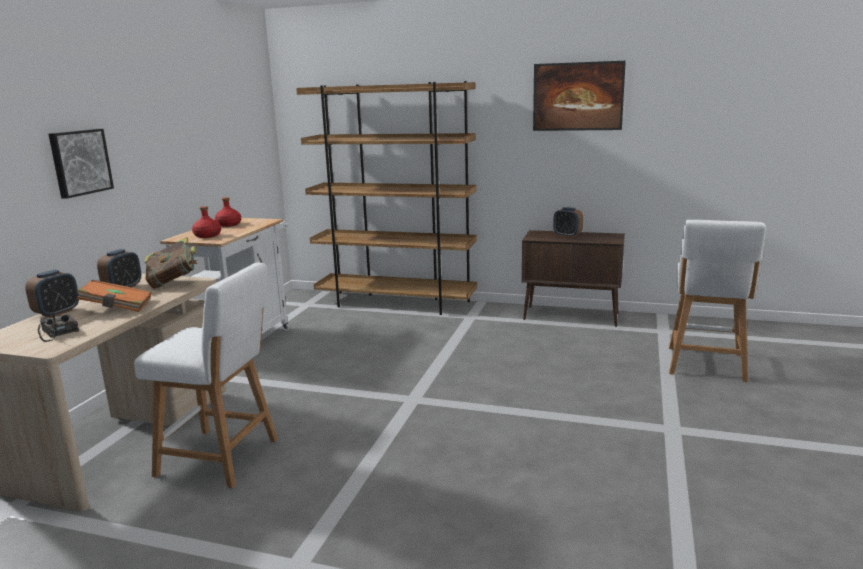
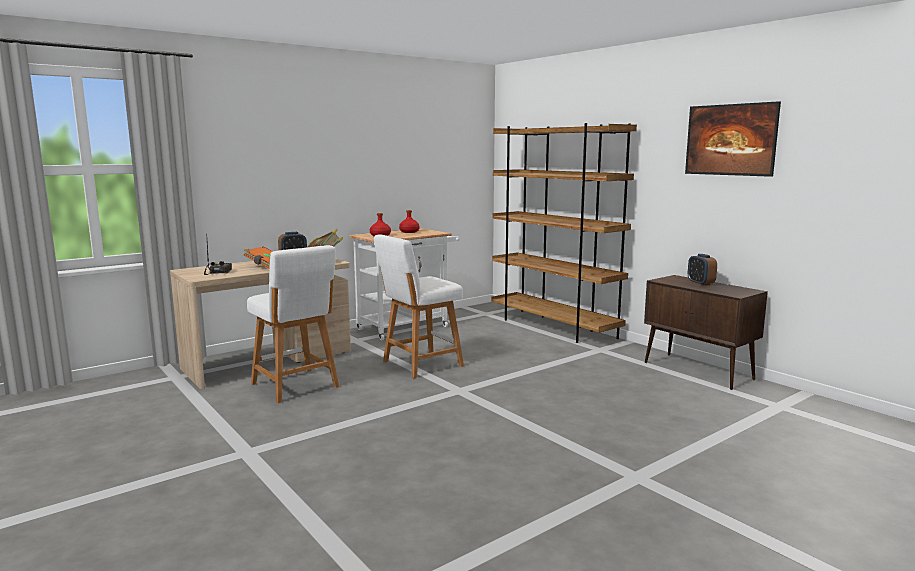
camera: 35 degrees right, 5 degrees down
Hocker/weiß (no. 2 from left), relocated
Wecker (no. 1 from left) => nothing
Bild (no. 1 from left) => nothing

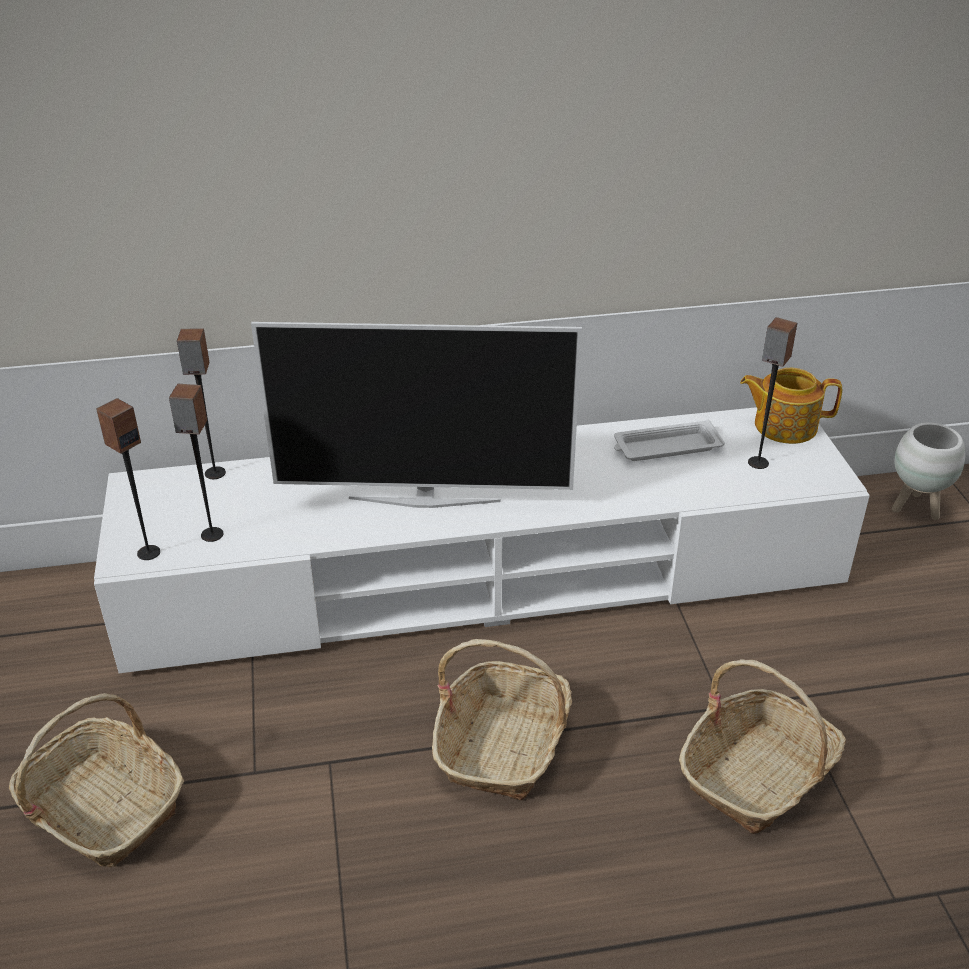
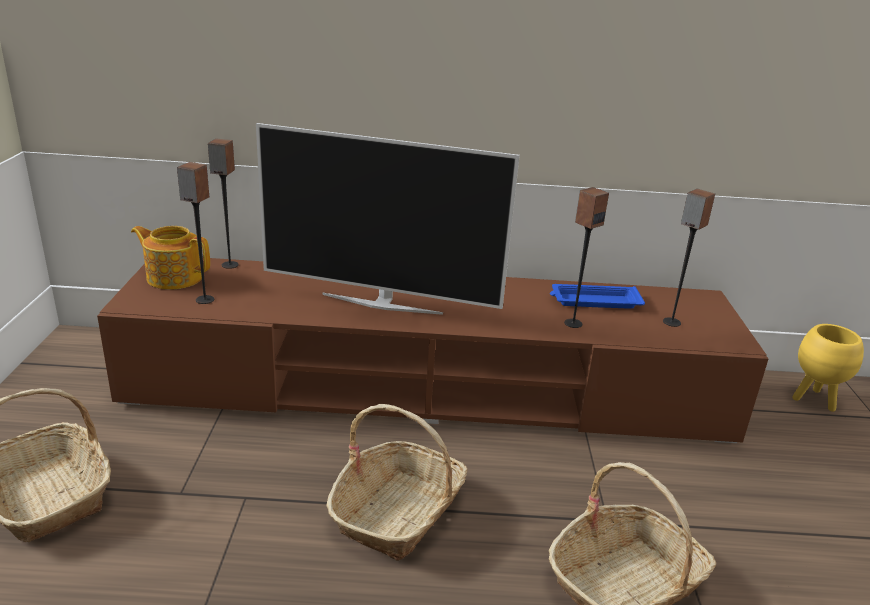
camera: 10 degrees right, 10 degrees down
Fernsehschrank/weiß => Fernsehschrank/braun
Teekanne, relocated
Tablett/weiß => Tablett/blau
Lautsprecher (no. 1 from left in the first image) => Lautsprecher (no. 3 from left), relocated
Pflanzkübel/weiß => Pflanzkübel/gelb

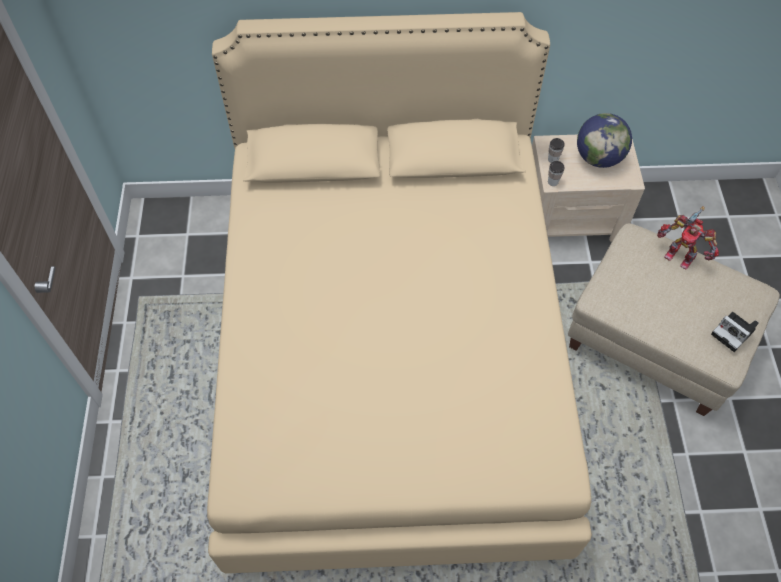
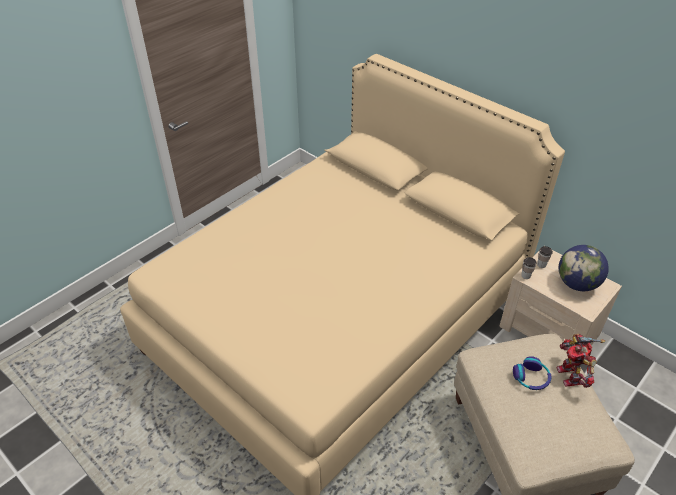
camera: 45 degrees right, 15 degrees down
nothing => Kopfhörer
Kamera => nothing

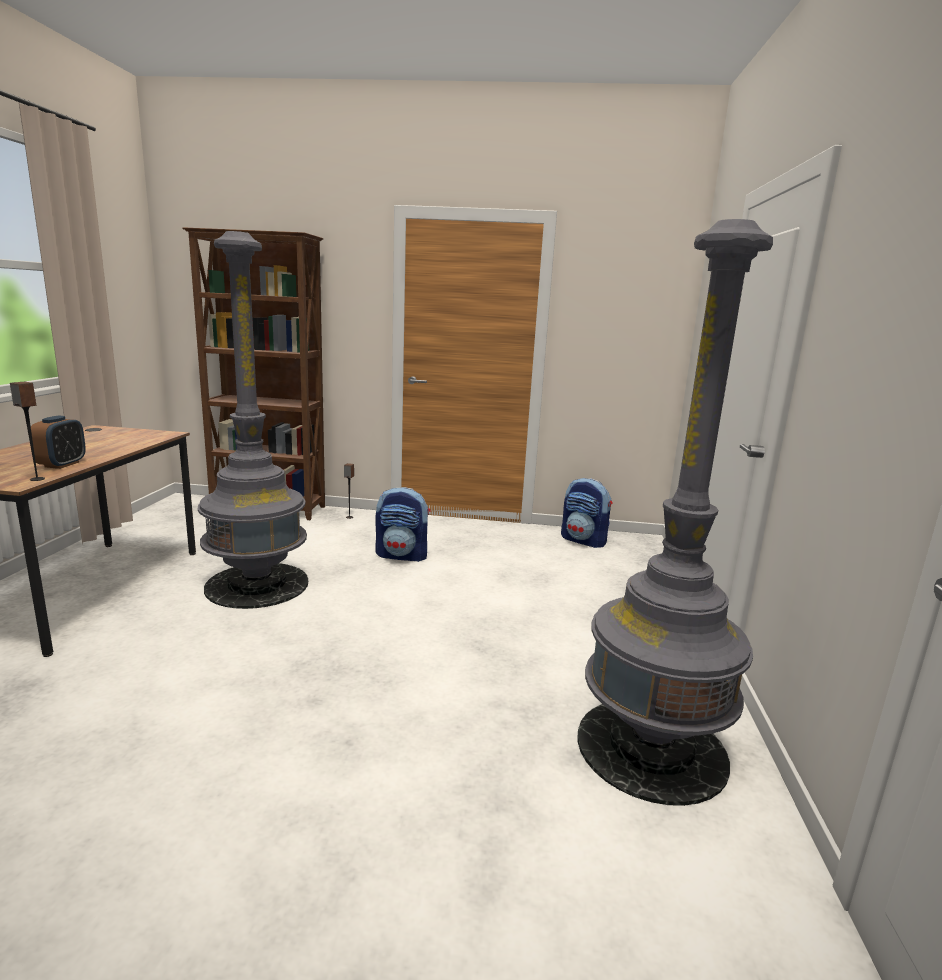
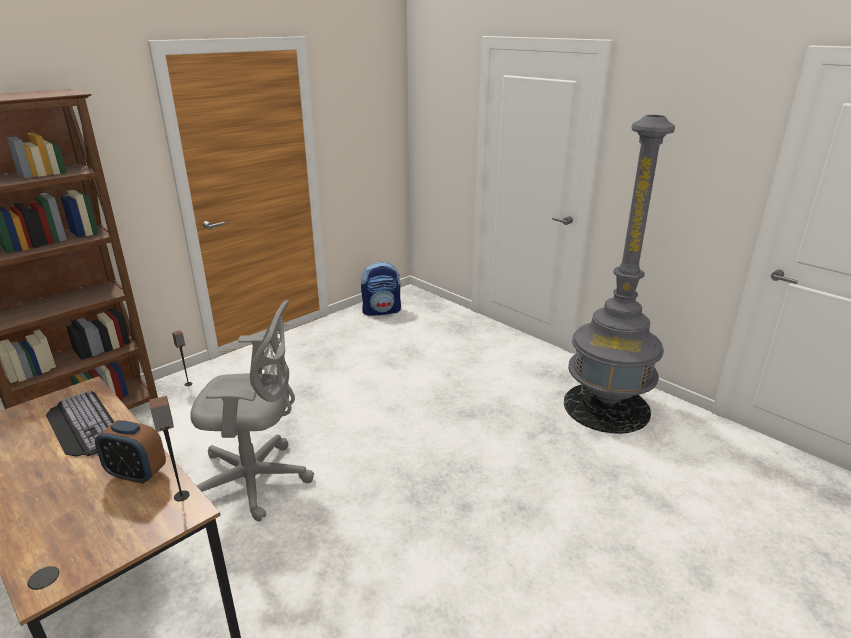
camera: 50 degrees left, 10 degrees up
nothing => Tastatur
Wecker, 150 degrees clockwise
Stehlampe/grau (no. 1 from left) => Bürostuhl/grau
Rucksack (no. 1 from left) => nothing

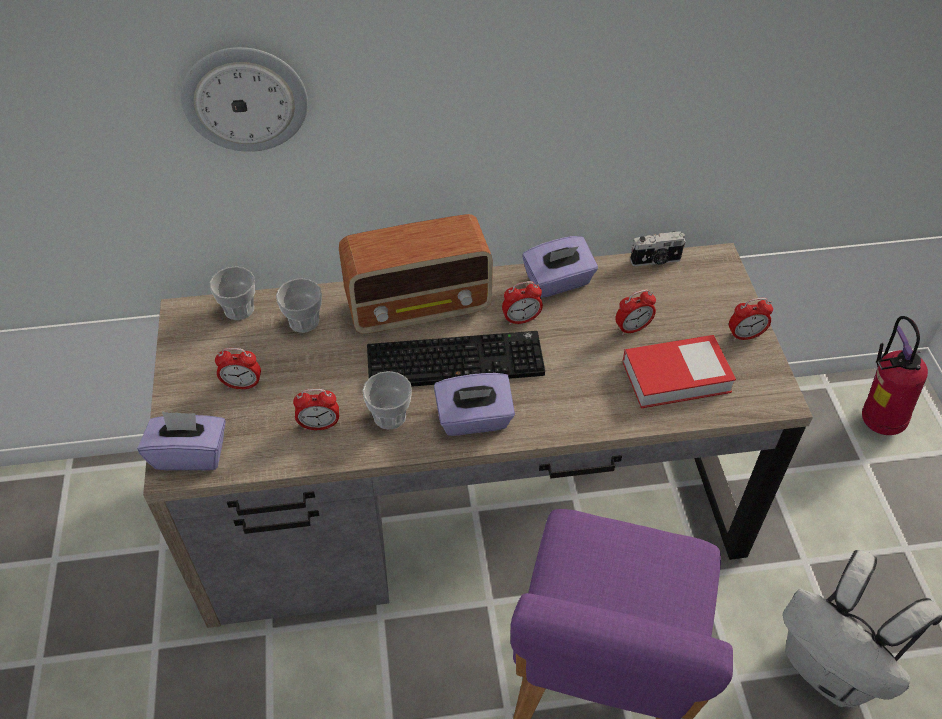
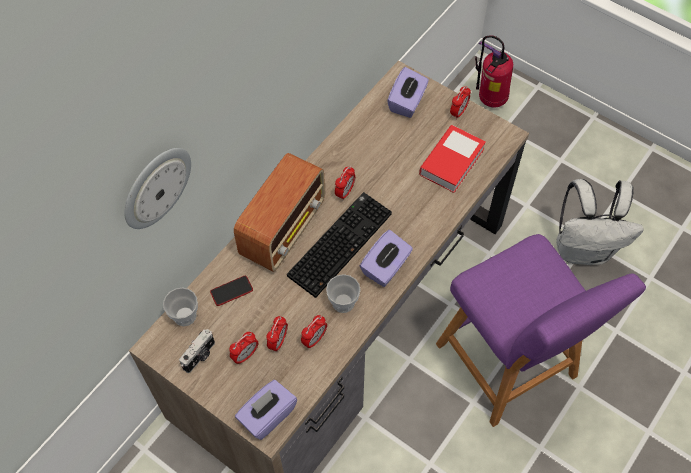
camera: 45 degrees left, 10 degrees up
Kamera, relocated
Tasse (no. 2 from left) => Handy
Wecker (no. 4 from left in the first image) => Wecker (no. 2 from left), relocated
Taschentuchbox/lila (no. 3 from left), relocated

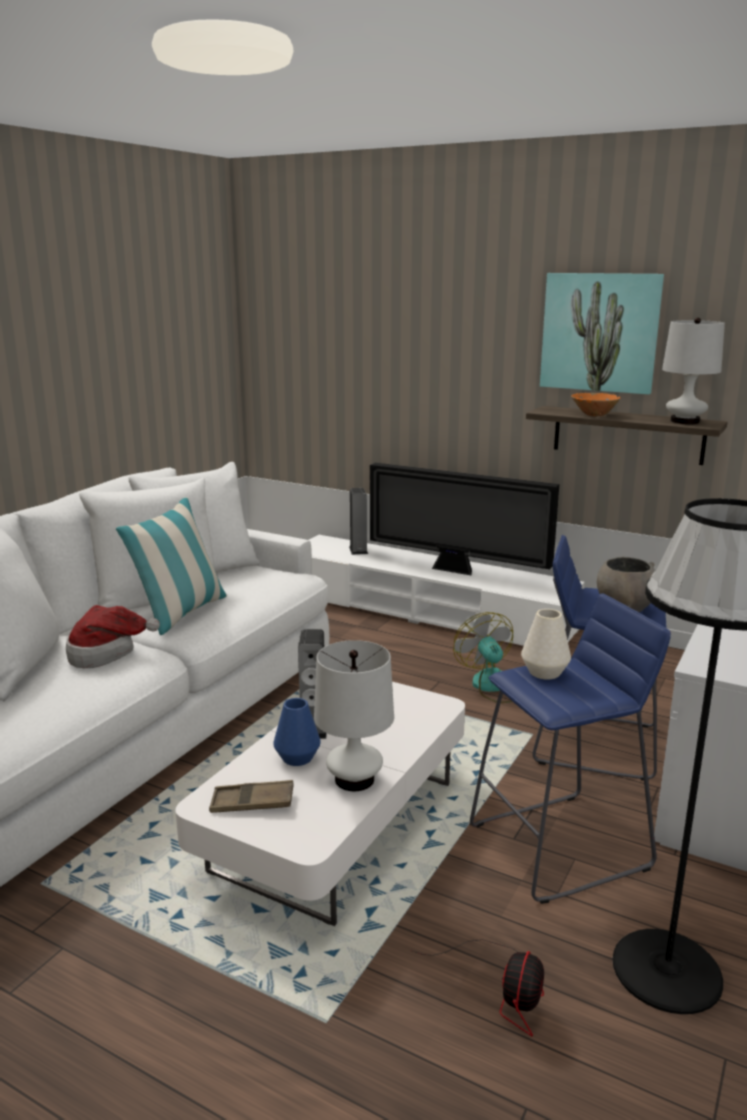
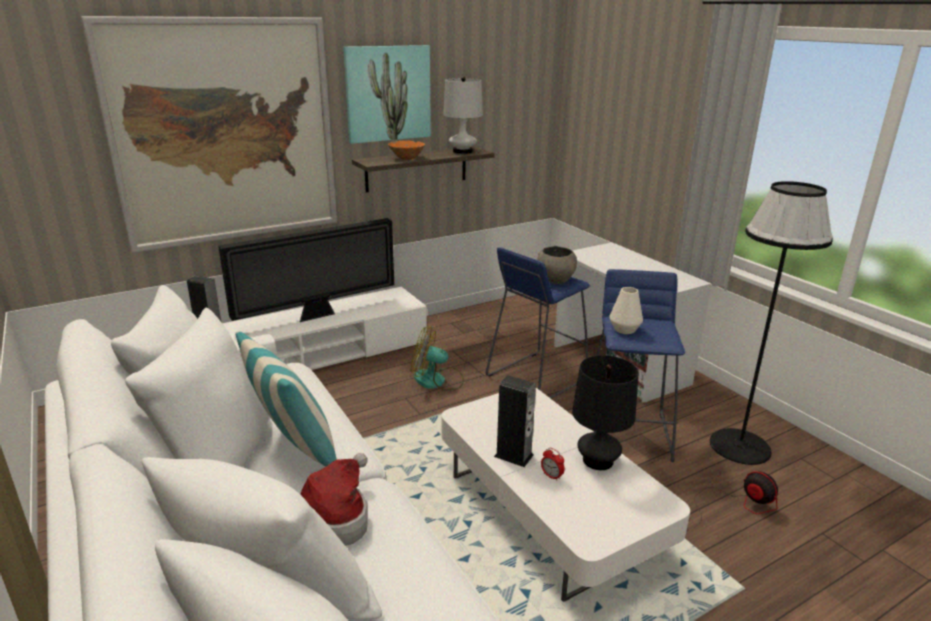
camera: 60 degrees left, 5 degrees up
nothing => Bild (no. 1 from left)
Vase/blau => Wecker
Tischlampe/weiß (no. 1 from left) => Tischlampe/schwarz
Tablett/braun => nothing

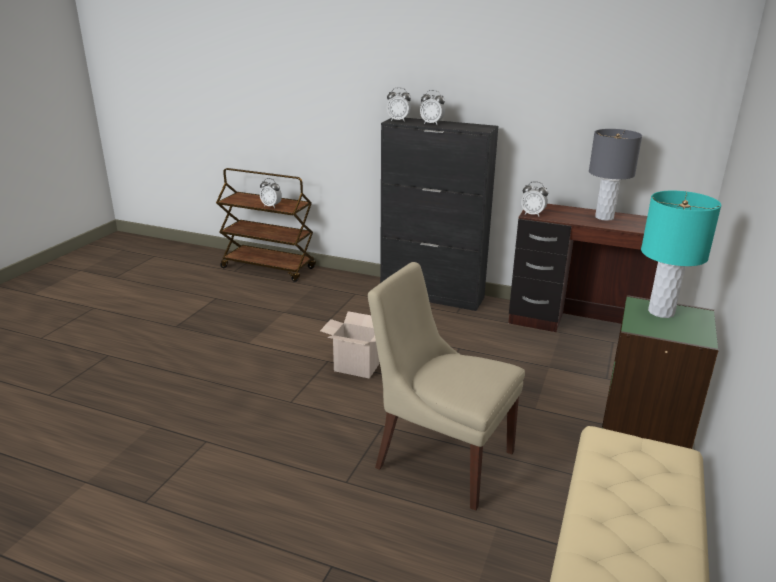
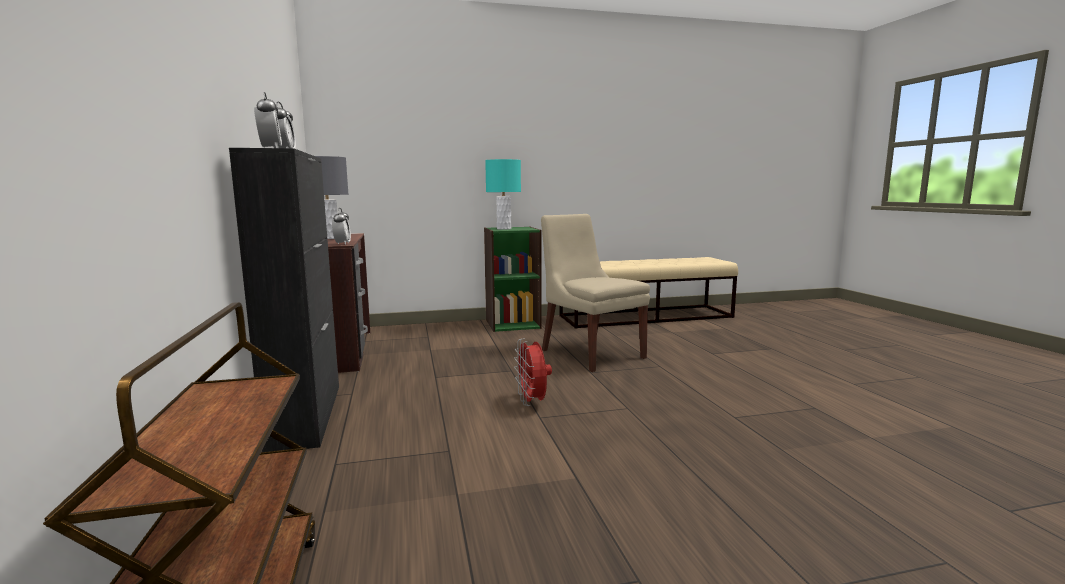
camera: 125 degrees left, 15 degrees down
Karton => Ventilator/rot
Stuhl/beige, 150 degrees clockwise
Wecker (no. 1 from left) => nothing

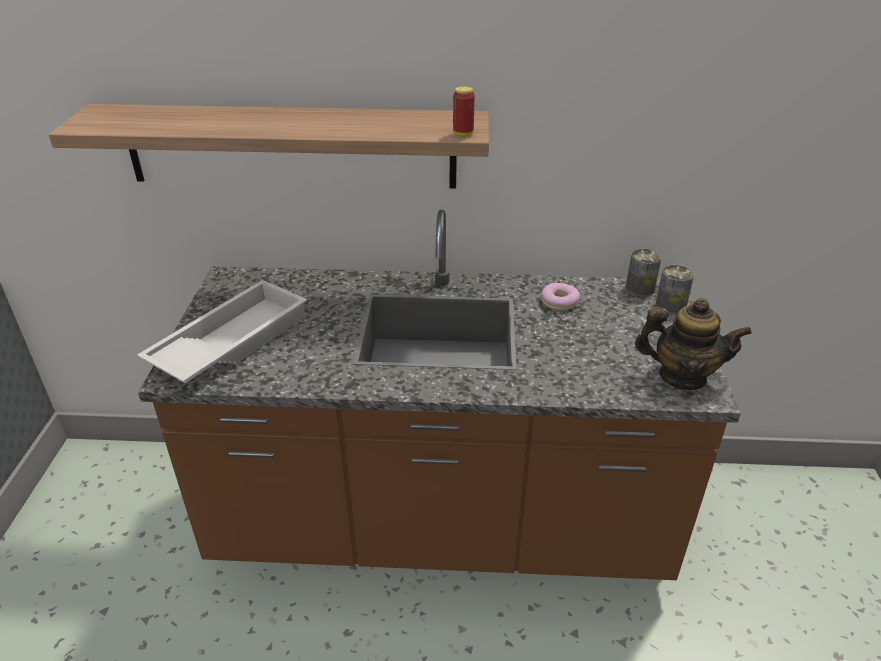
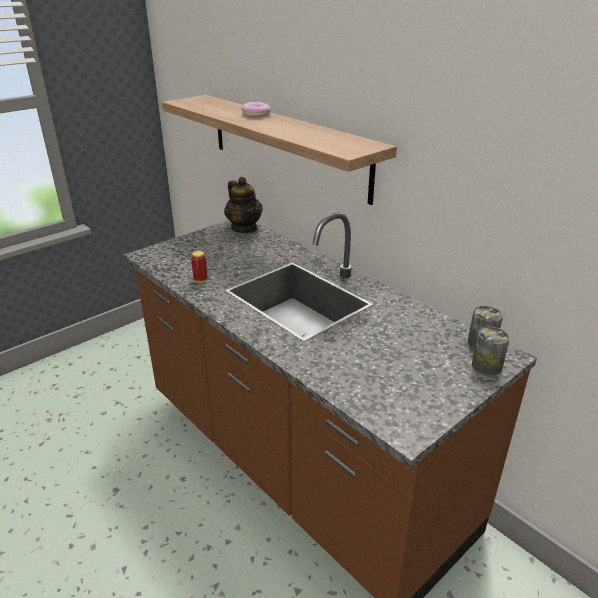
camera: 45 degrees right, 5 degrees down
Dose (no. 1 from left), relocated
Teekanne, relocated
Donut, relocated
Tablett/weiß => nothing

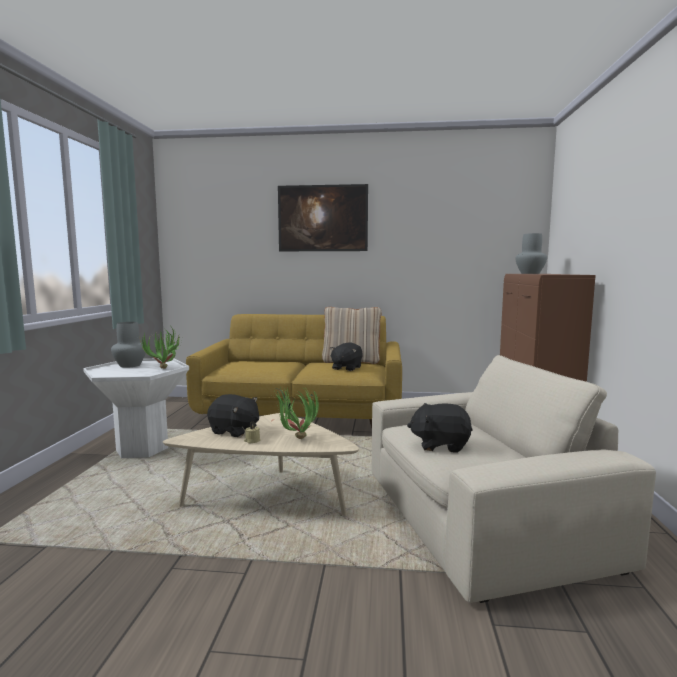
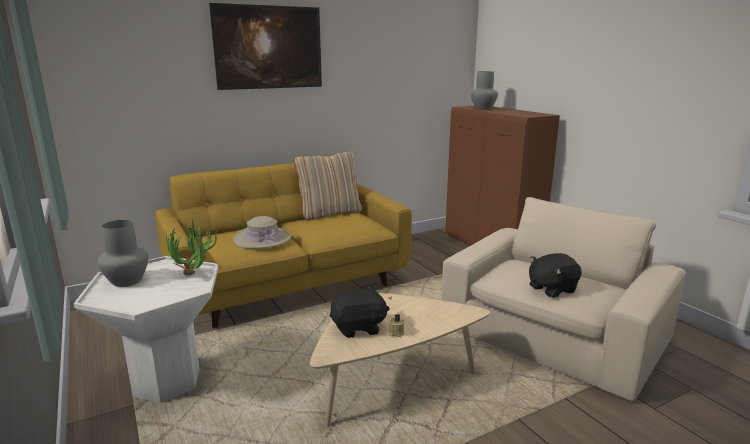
camera: 35 degrees left, 10 degrees up
nothing => Hut/beige
Topfpflanze (no. 2 from left) => nothing
Plüschtier/schwarz (no. 2 from left) => nothing

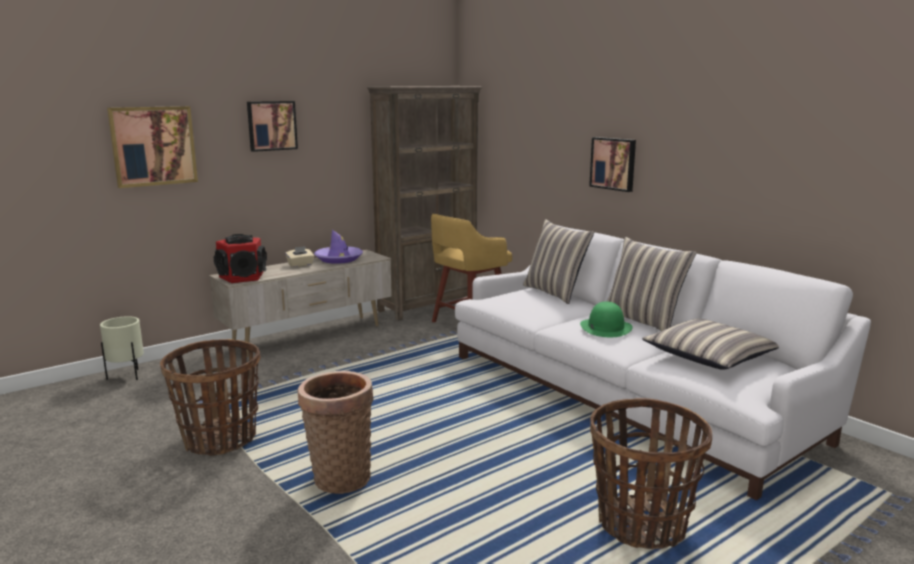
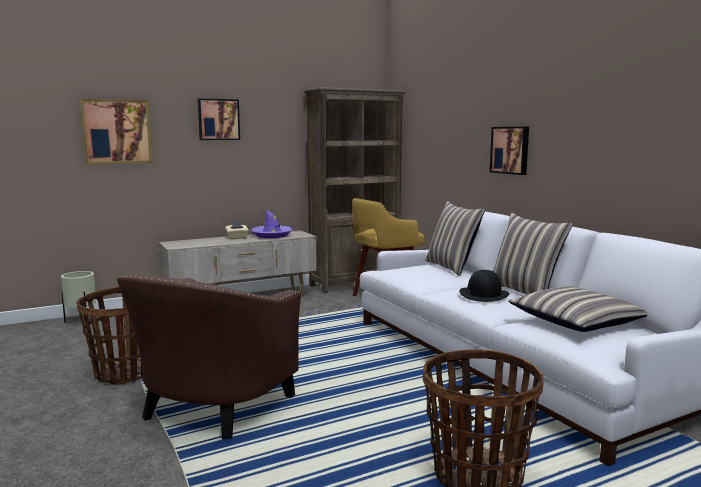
camera: 10 degrees right, 5 degrees down
Korb (no. 2 from left) => Sessel/braun
Hut/grün => Hut/schwarz
Lautsprecher => nothing

